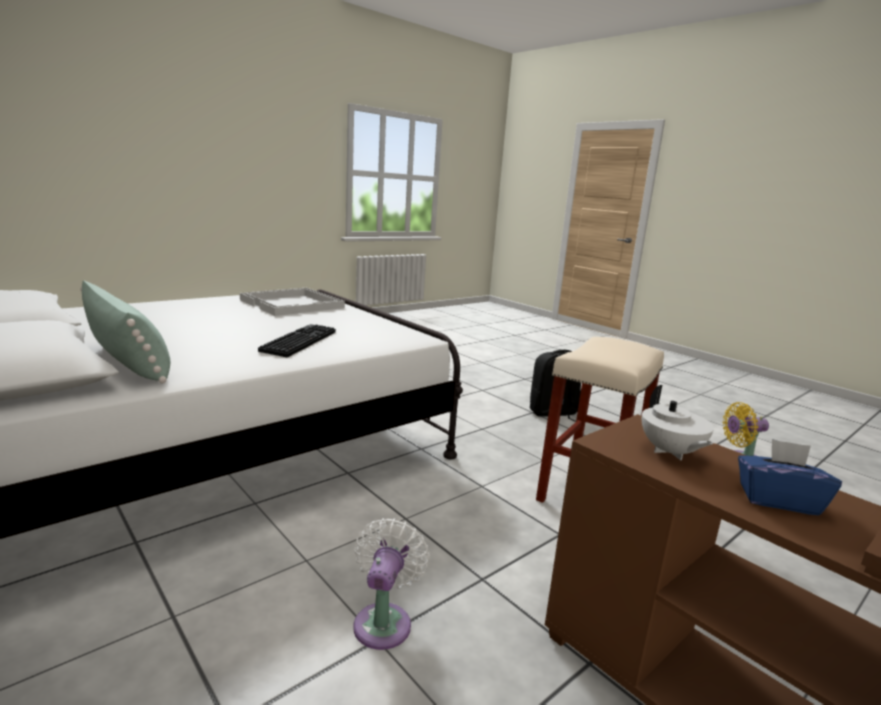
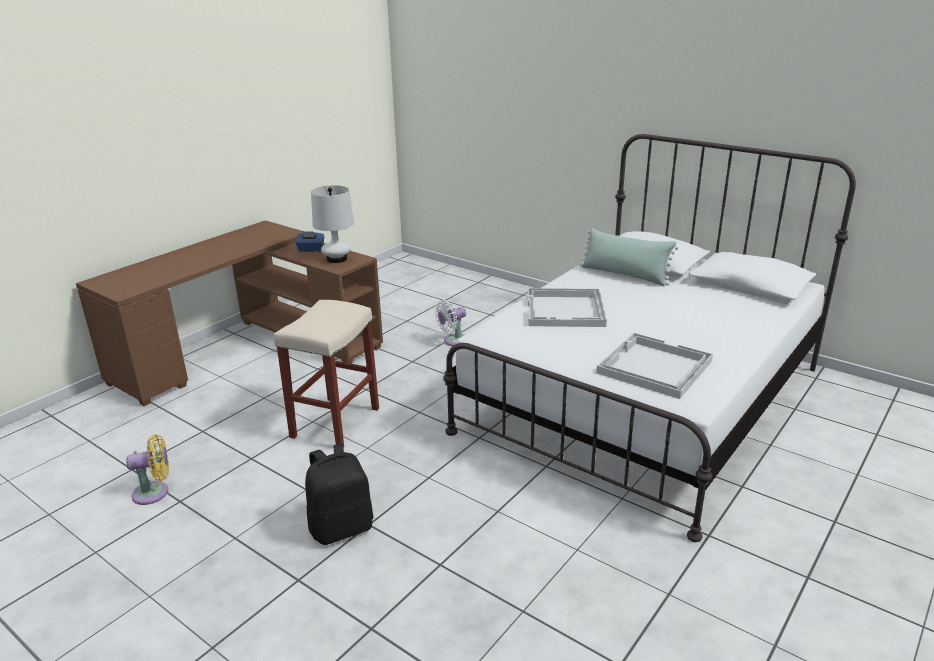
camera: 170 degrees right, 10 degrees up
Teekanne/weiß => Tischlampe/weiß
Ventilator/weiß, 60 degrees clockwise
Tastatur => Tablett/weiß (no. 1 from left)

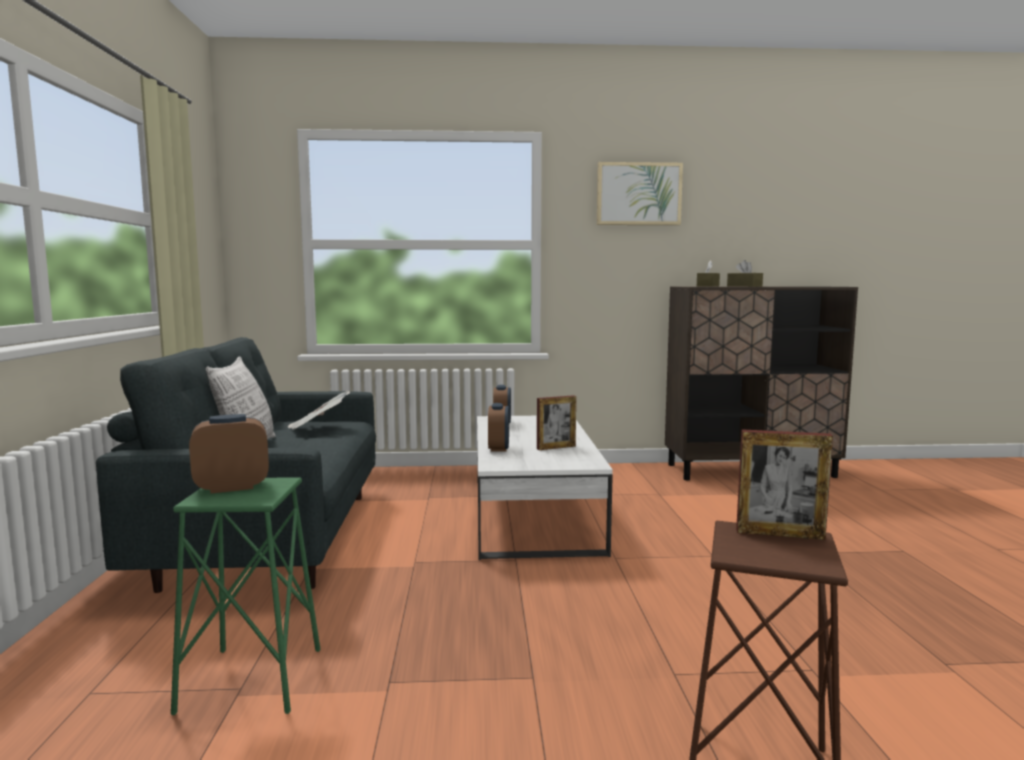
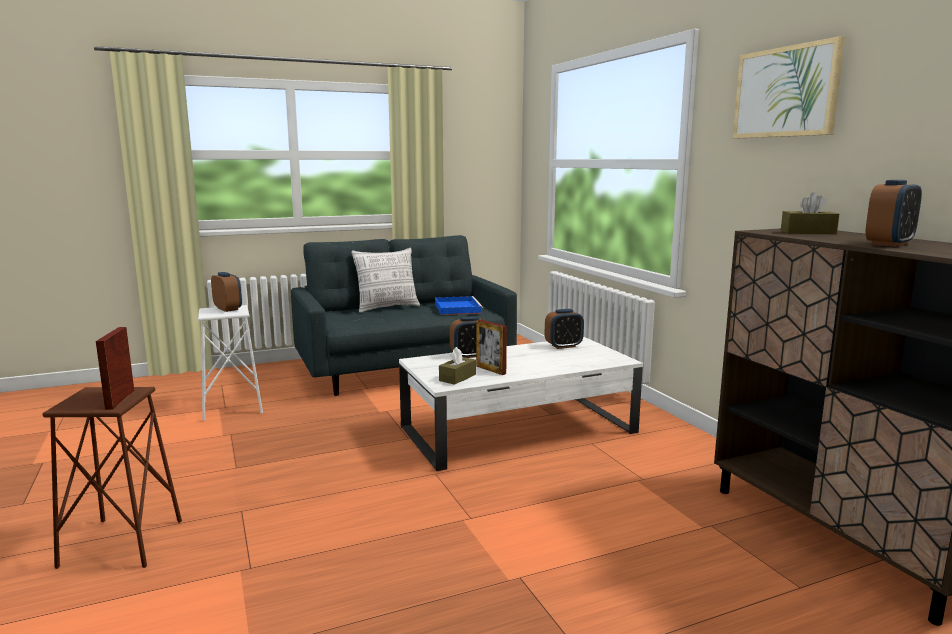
camera: 70 degrees right, 5 degrees up
Hocker/grün => Hocker/weiß
Zeitung => Tablett/blau
Taschentuchbox/braun (no. 2 from left in the first image) => Taschentuchbox/braun (no. 1 from left), relocated
nothing => Wecker (no. 4 from left)

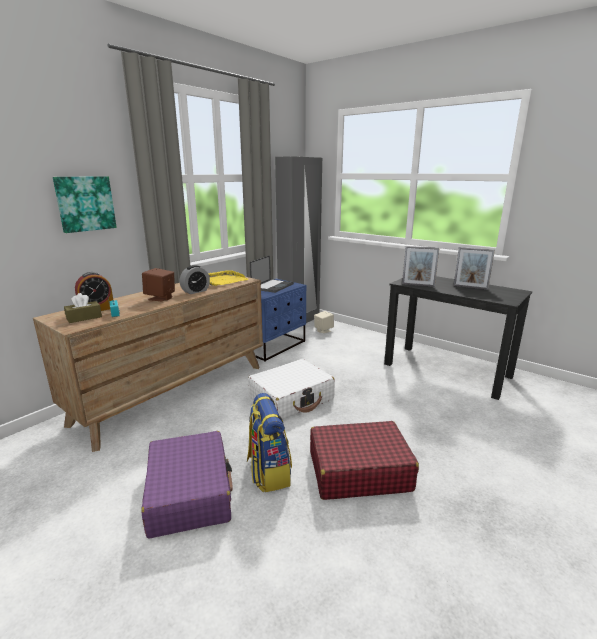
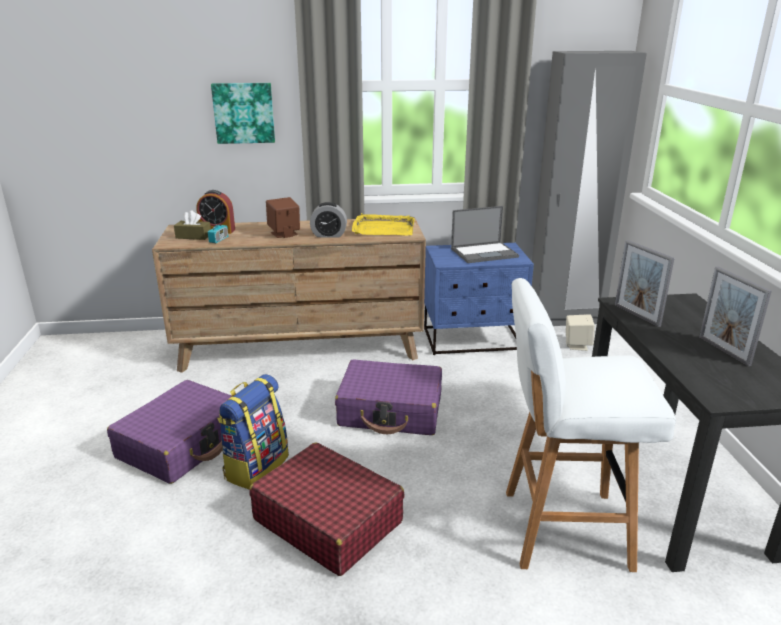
camera: 45 degrees right, 5 degrees up
Koffer/weiß => Koffer/lila (no. 2 from left)
nothing => Hocker/weiß

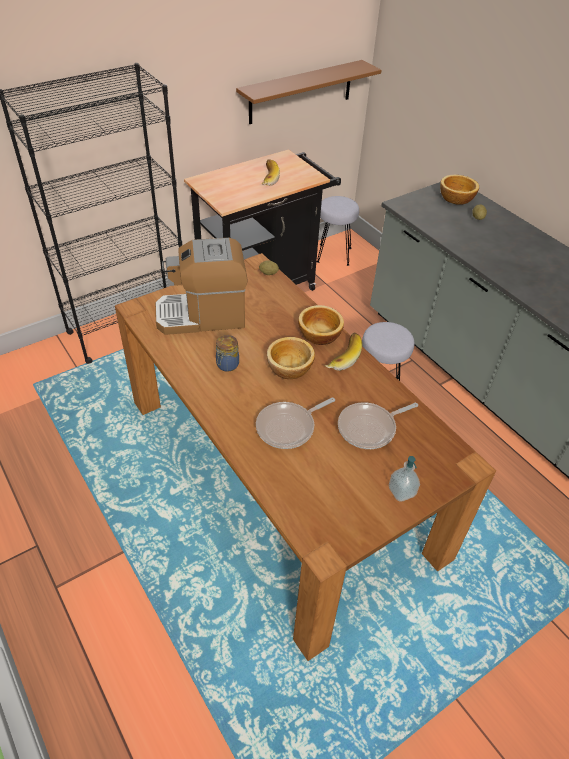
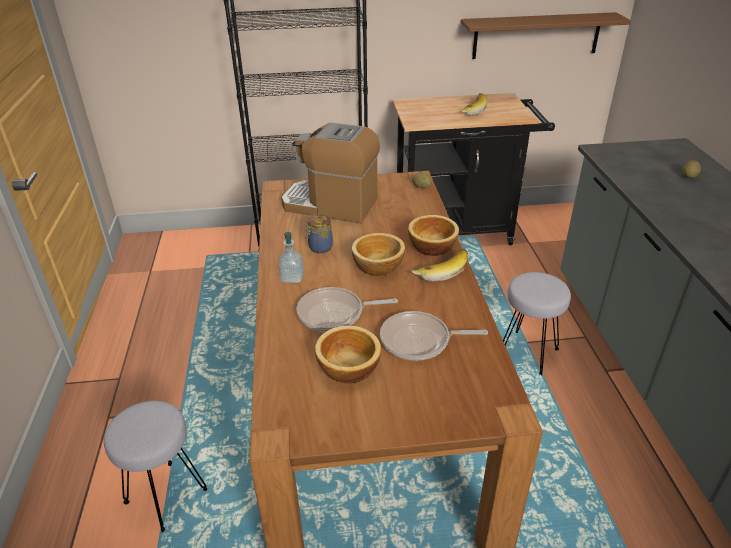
camera: 30 degrees right, 10 degrees down
Hocker/grau (no. 1 from left), relocated
Seifenspender, relocated
Schüssel (no. 3 from left in the first image) => Schüssel (no. 1 from left), relocated

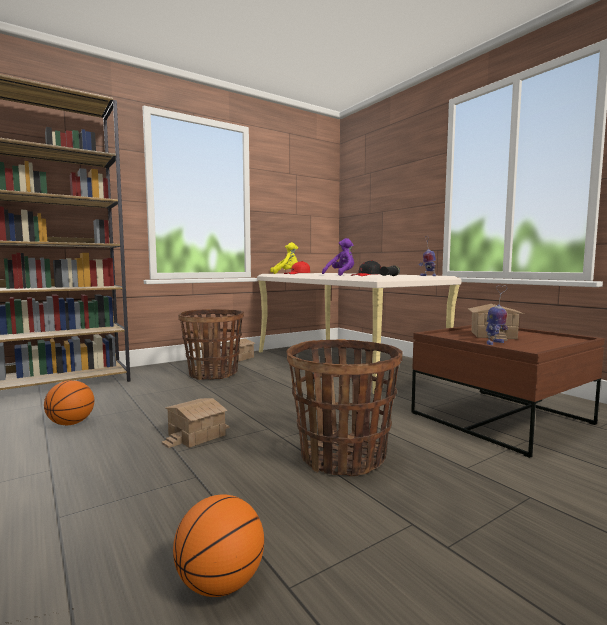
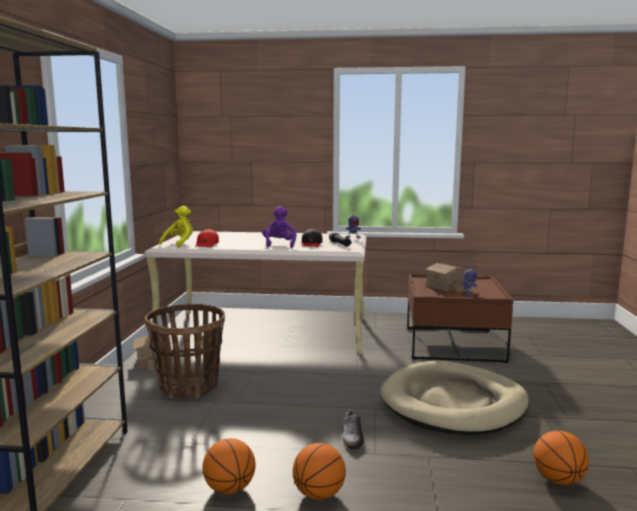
camera: 50 degrees left, 5 degrees up
nothing => Basketball (no. 2 from left)
Spielzeughaus (no. 1 from left) => Schuh
Korb (no. 2 from left) => Hundebett/beige

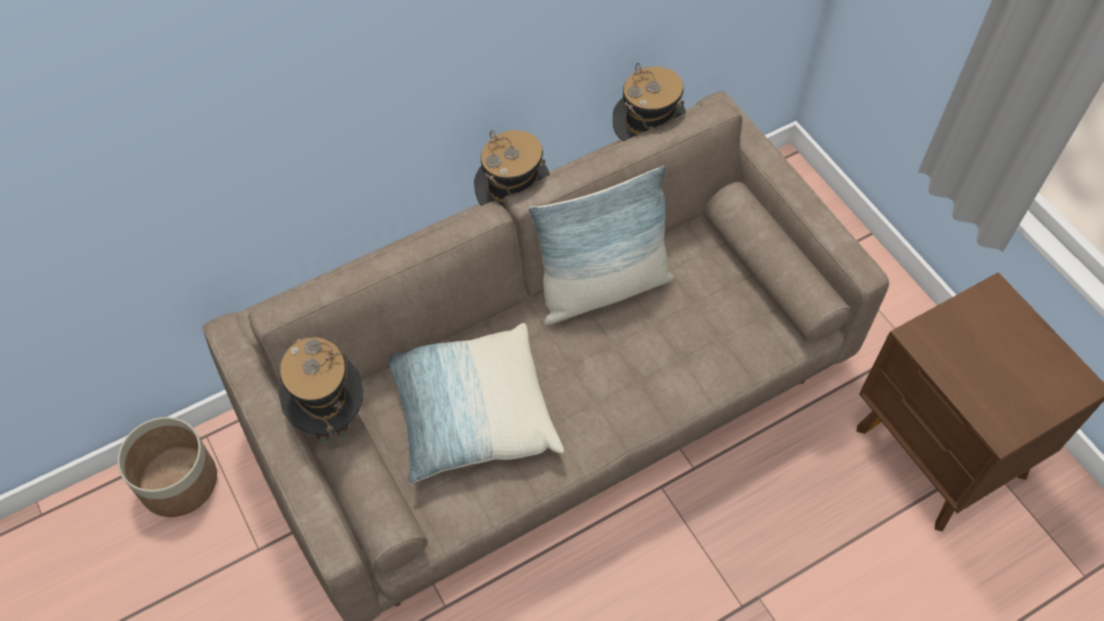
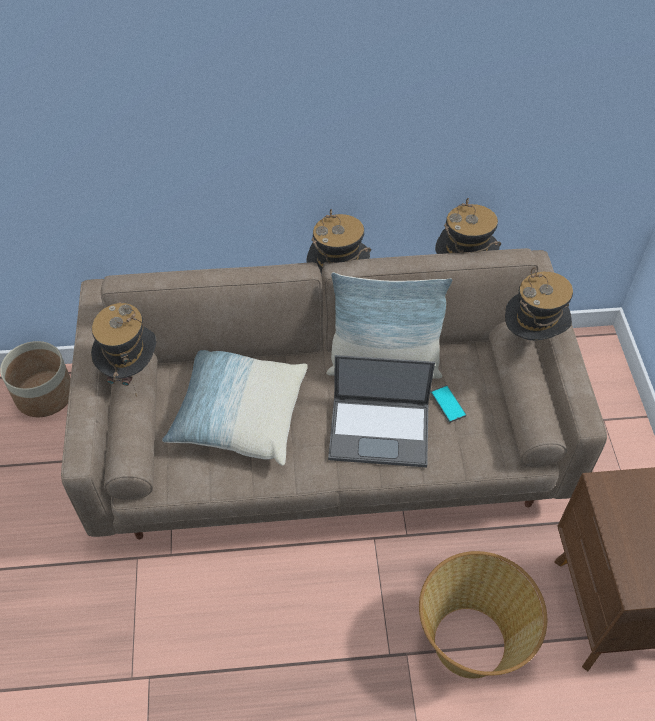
camera: 25 degrees right, 5 degrees down
nothing => Laptop
nothing => Korb
nothing => Handy
nothing => Hut (no. 4 from left)

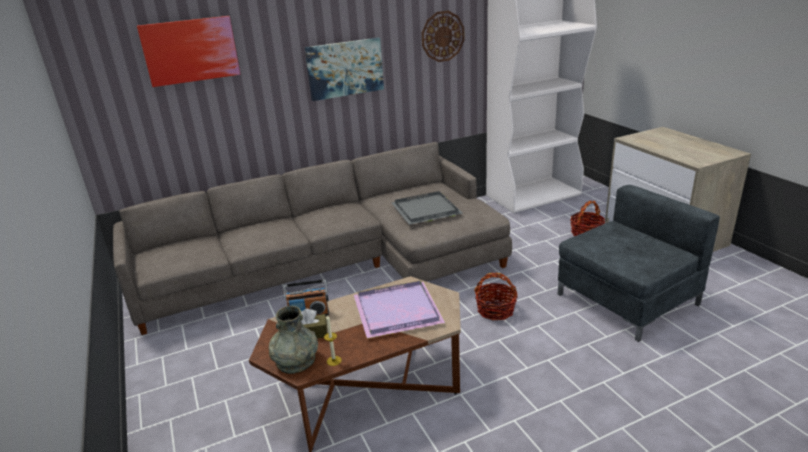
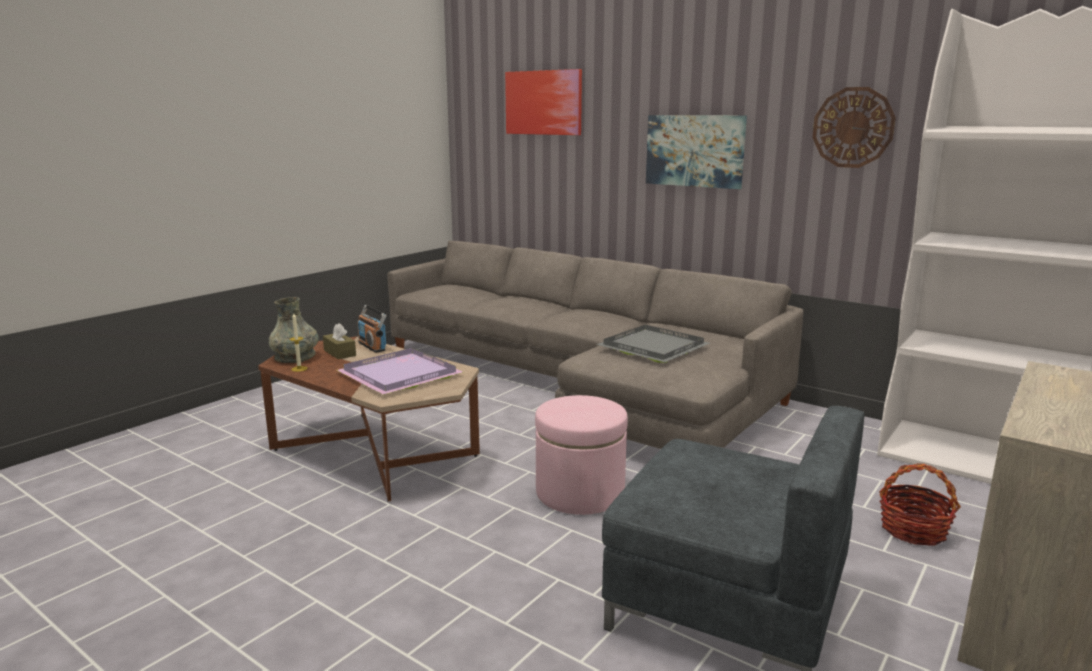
camera: 60 degrees right, 10 degrees down
Korb (no. 1 from left) => Polsterhocker/rosa

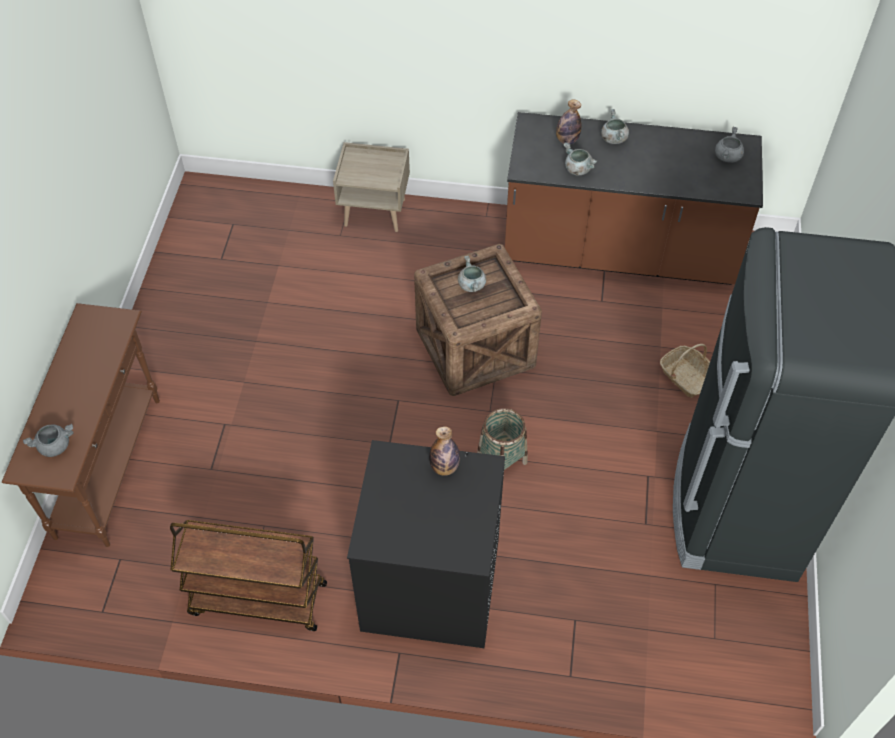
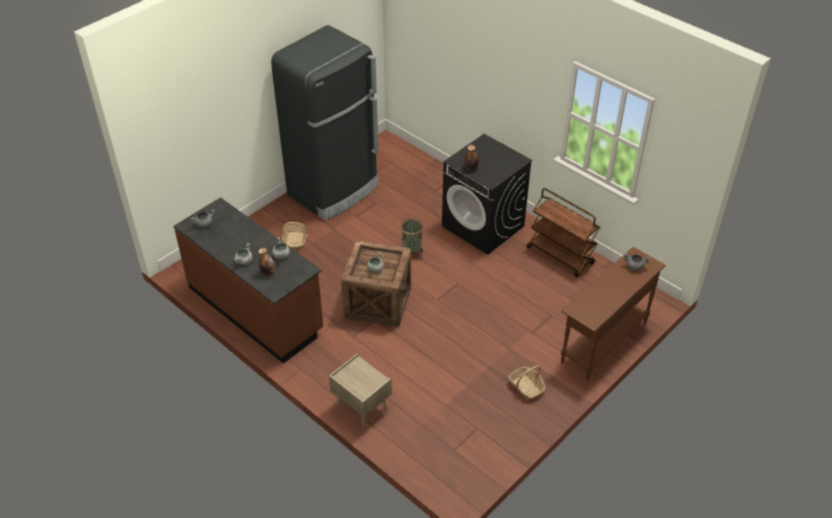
camera: 145 degrees left, 10 degrees down
nothing => Korb (no. 3 from left)

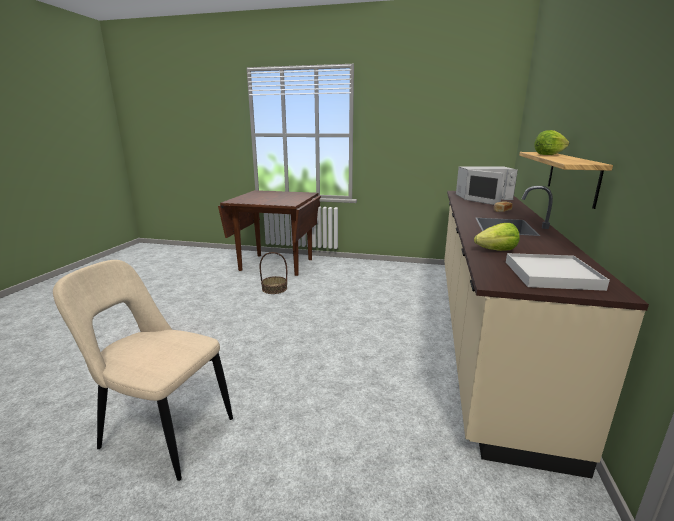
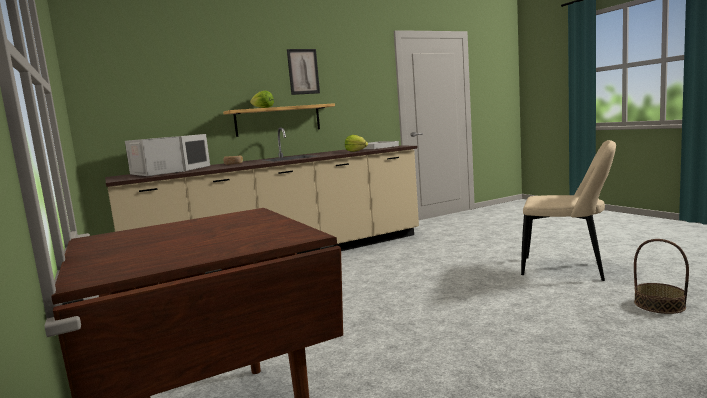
camera: 130 degrees left, 10 degrees down
nothing => Bild
Stuhl/beige, 45 degrees counterclockwise
Korb, relocated

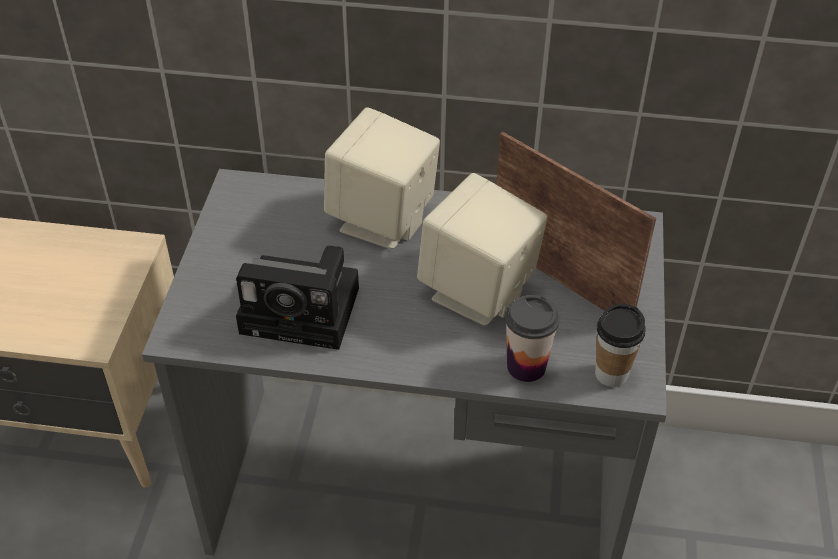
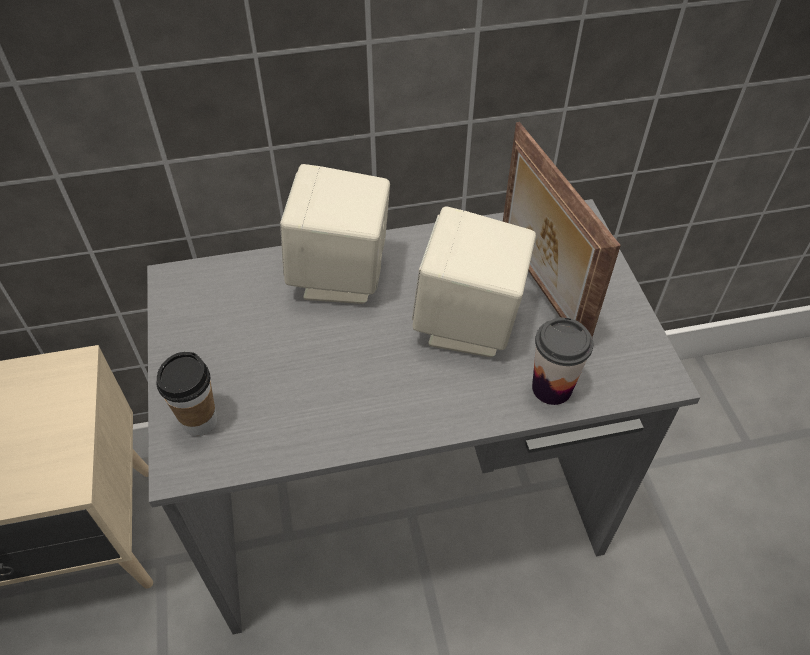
camera: 20 degrees left, 5 degrees up
Tasse (no. 2 from left in the first image) => Tasse (no. 1 from left), relocated
Bilderrahmen, 135 degrees counterclockwise
Kamera => nothing

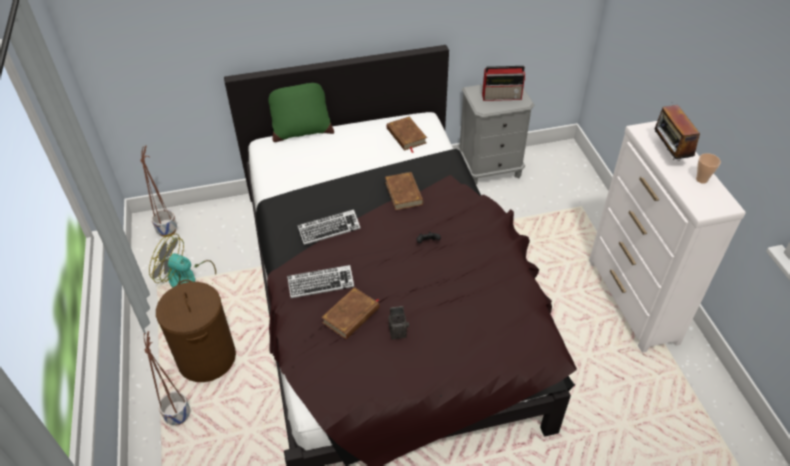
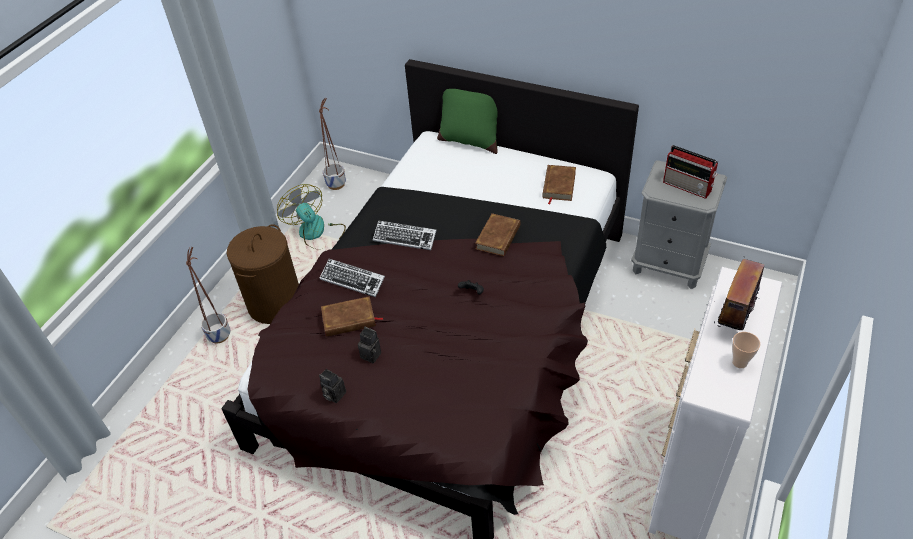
camera: 40 degrees right, 0 degrees up
nothing => Kamera (no. 1 from left)

